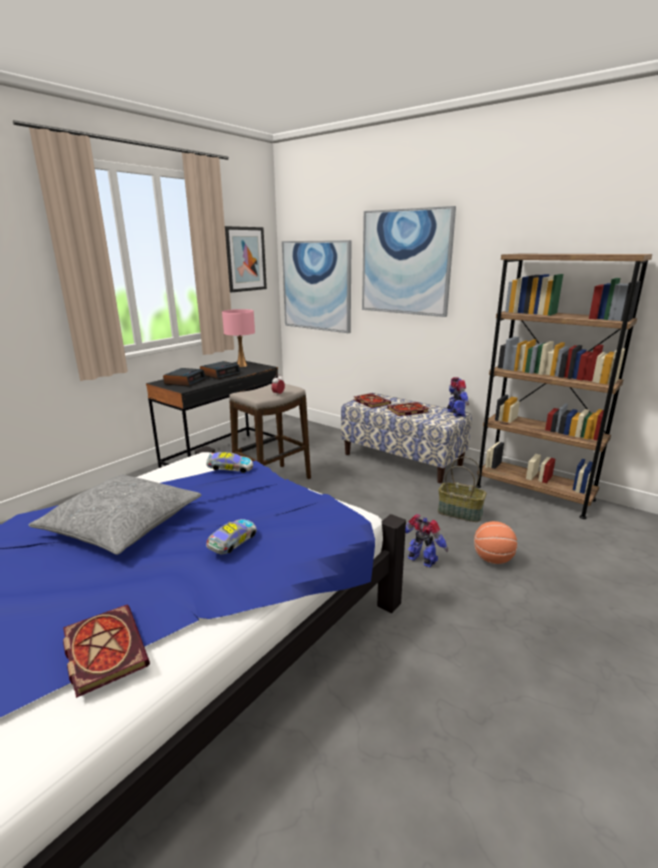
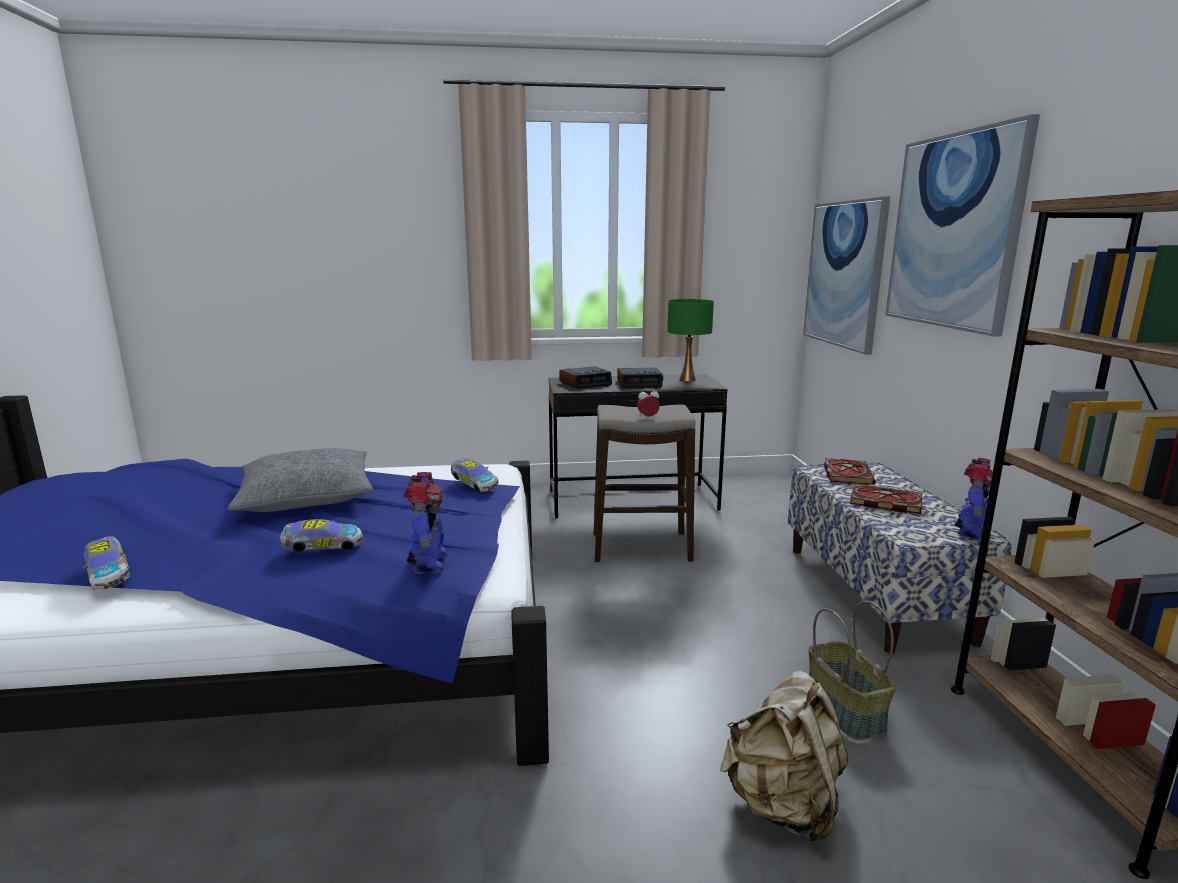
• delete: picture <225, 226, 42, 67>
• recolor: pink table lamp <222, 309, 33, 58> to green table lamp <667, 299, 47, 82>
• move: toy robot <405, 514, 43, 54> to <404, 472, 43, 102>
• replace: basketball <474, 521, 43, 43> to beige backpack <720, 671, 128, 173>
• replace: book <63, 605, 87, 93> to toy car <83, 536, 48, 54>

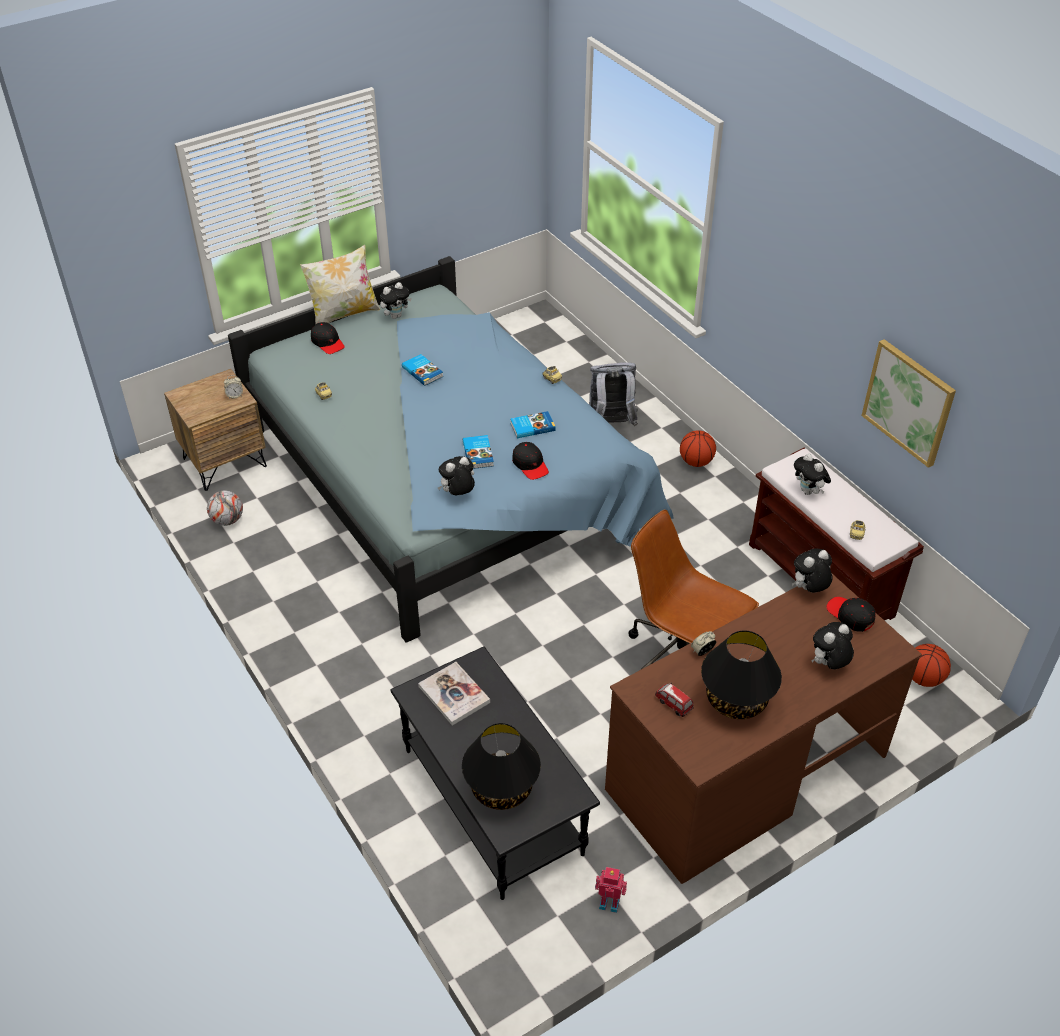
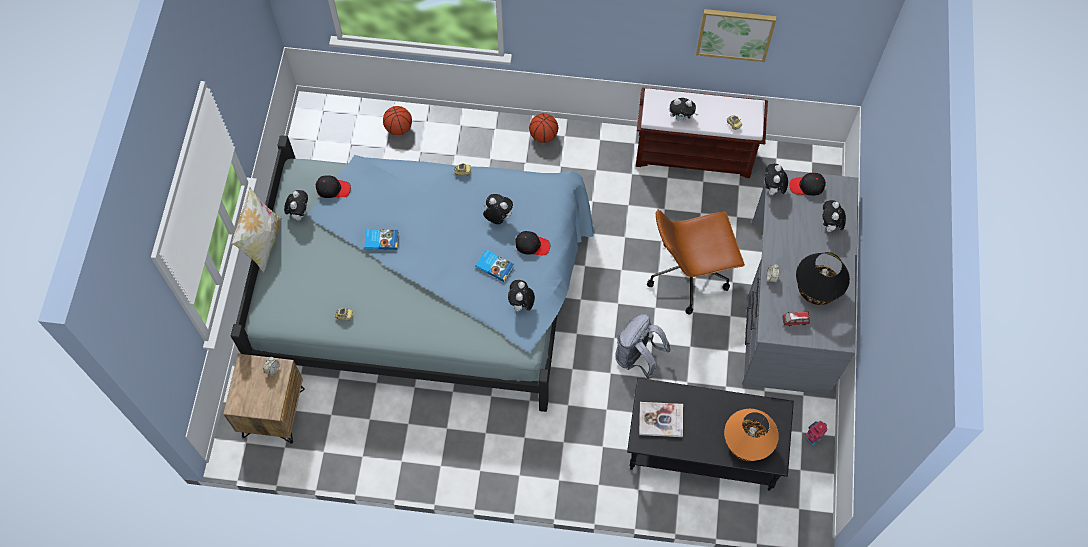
• move: black cap <311, 322, 34, 32> to <316, 175, 35, 23>
• move: grey backpack <589, 362, 49, 64> to <615, 314, 56, 65>
• replace: book <510, 411, 46, 27> to plush toy <483, 194, 30, 30>
• delete: football <207, 490, 36, 36>
• recolor: brown desk <605, 574, 317, 310> to grey desk <742, 170, 116, 225>
• move: basketball <912, 644, 39, 43> to <383, 106, 29, 29>
• recolor: black table lamp <462, 723, 79, 87> to orange table lamp <724, 409, 55, 52>

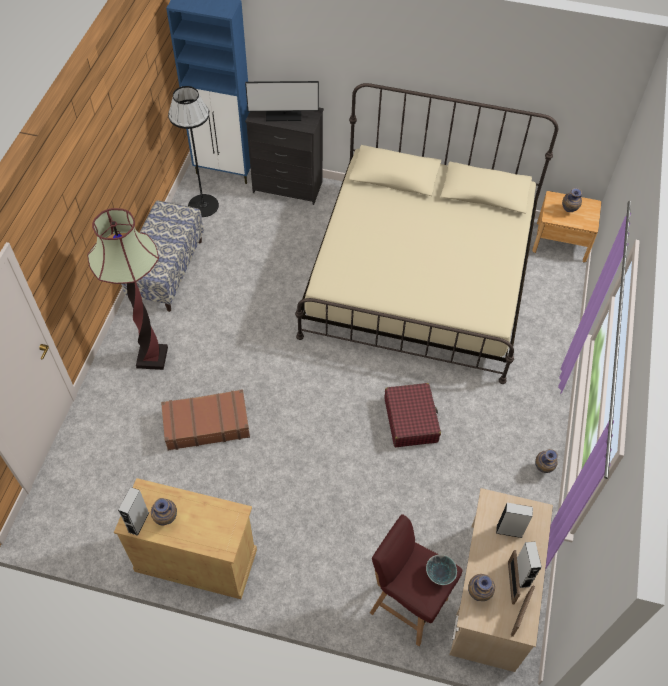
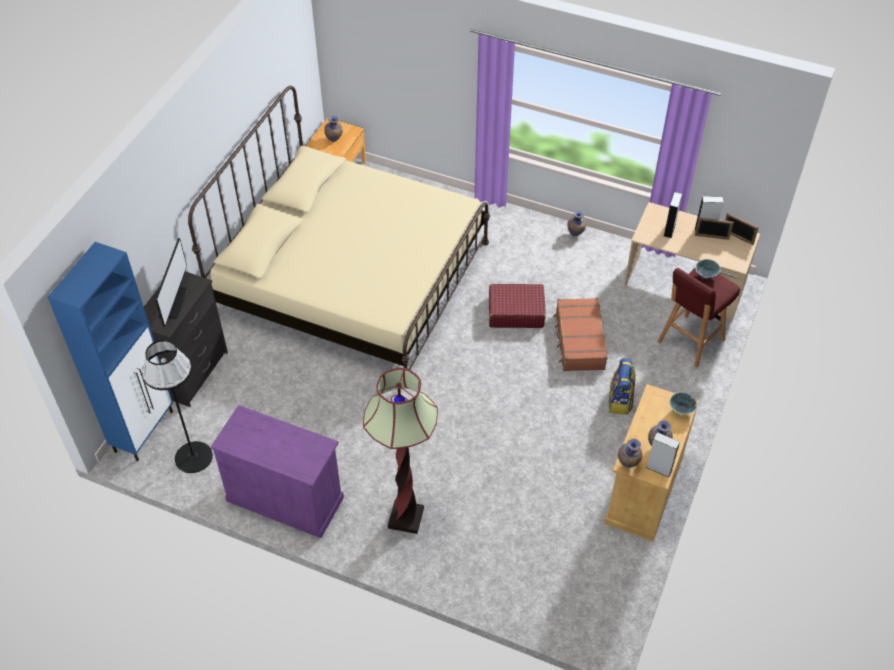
• replace: bench <121, 201, 83, 111> to purple cabinet <211, 405, 133, 133>
• move: brown suitcase <161, 389, 89, 62> to <553, 298, 55, 73>
• move: vase <468, 574, 27, 27> to <618, 439, 24, 29>
• insert: backpack <609, 358, 27, 57>
• insert: bowl <670, 392, 28, 22>

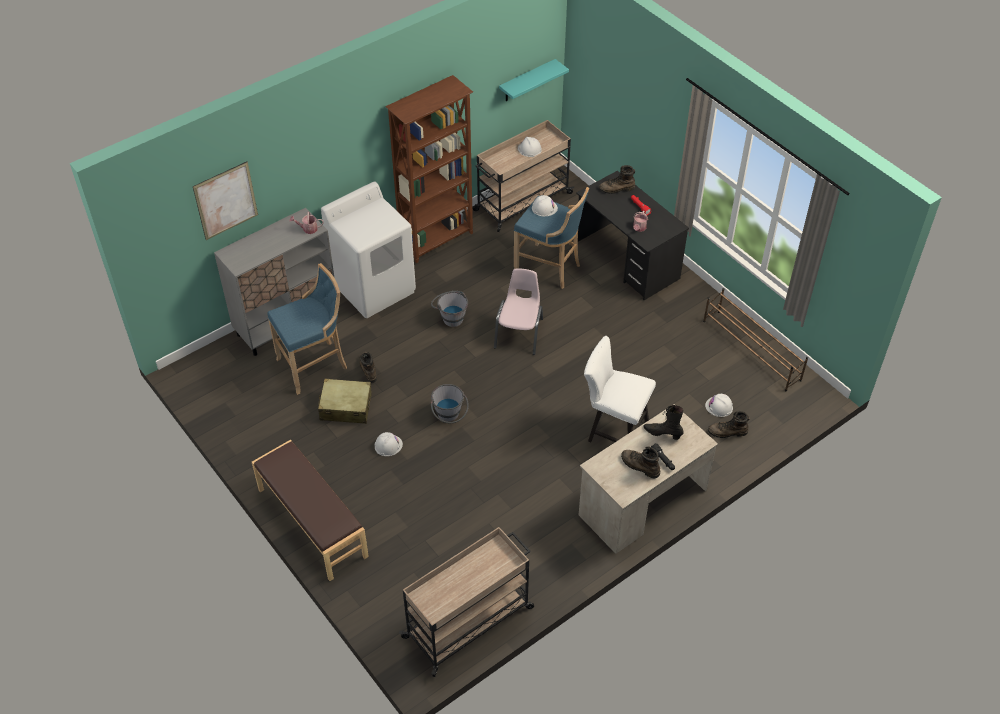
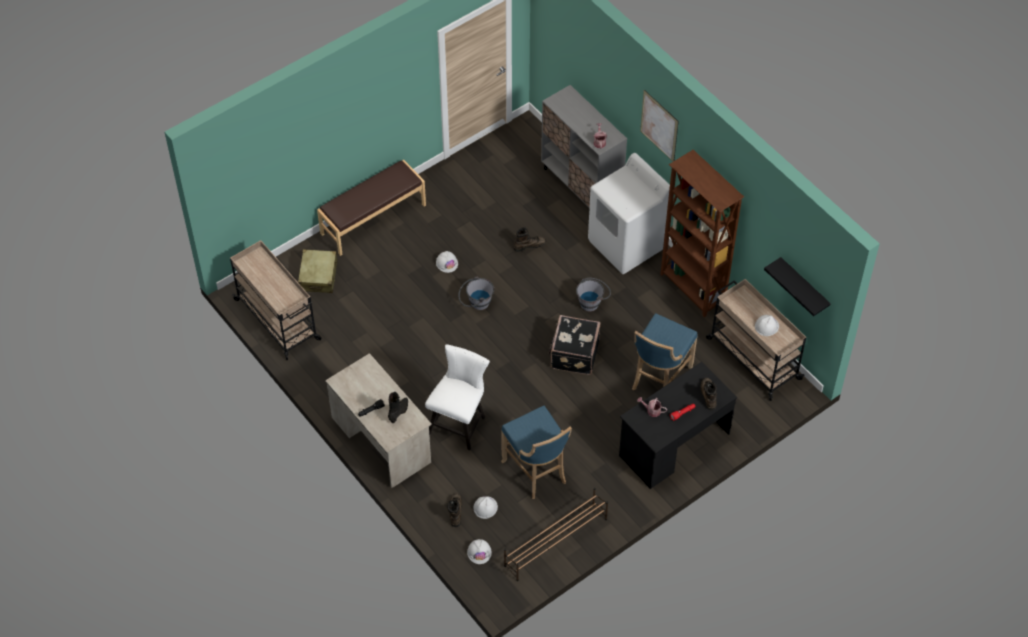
• recolor: turquoise shelf <499, 59, 70, 42> to black shelf <764, 257, 67, 59>
• move: picture <193, 161, 65, 79> to <640, 90, 39, 71>
• move: white hard hat <532, 195, 26, 21> to <467, 539, 25, 25>
• move: blue stool <267, 263, 80, 132> to <501, 406, 71, 93>
• replace: pink chair <494, 268, 49, 87> to black suitcase <549, 315, 51, 60>
• move: beige suitcase <318, 379, 54, 45> to <298, 249, 40, 44>
• delete: brown boot <621, 447, 39, 32>

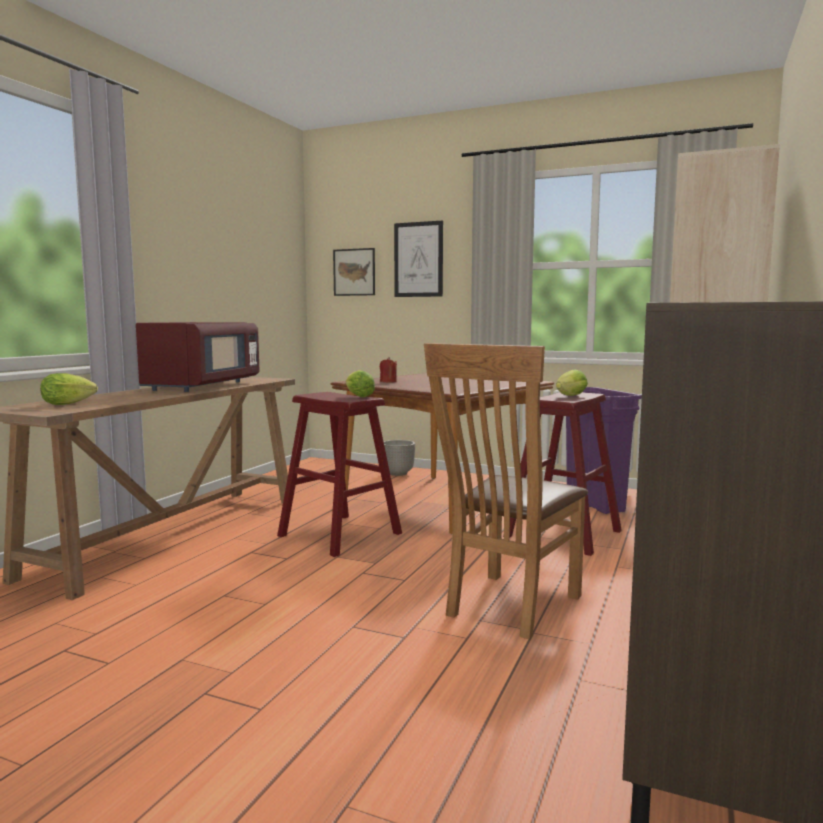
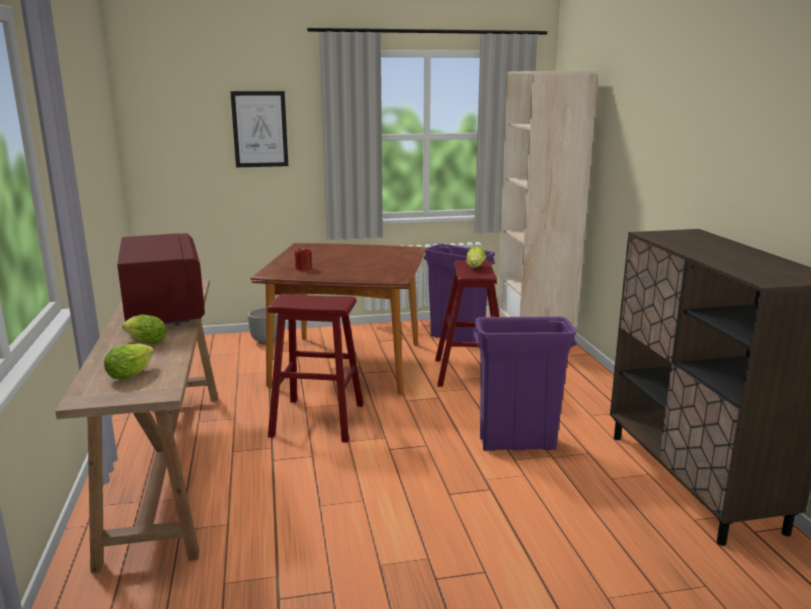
• delete: picture <333, 248, 42, 48>
• replace: brown chair <424, 343, 164, 296> to purple trash can <473, 316, 104, 135>
• move: lettuce <346, 370, 29, 28> to <122, 314, 45, 30>

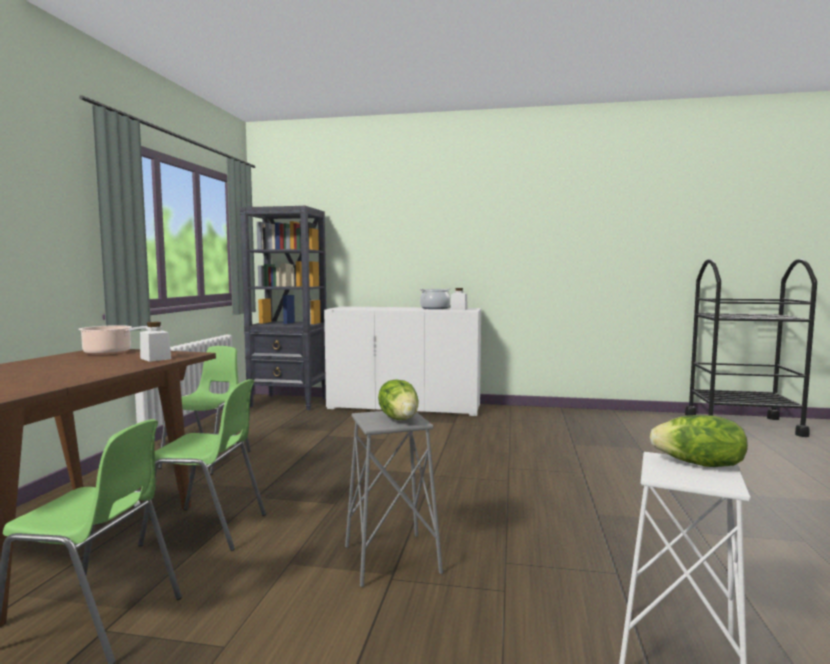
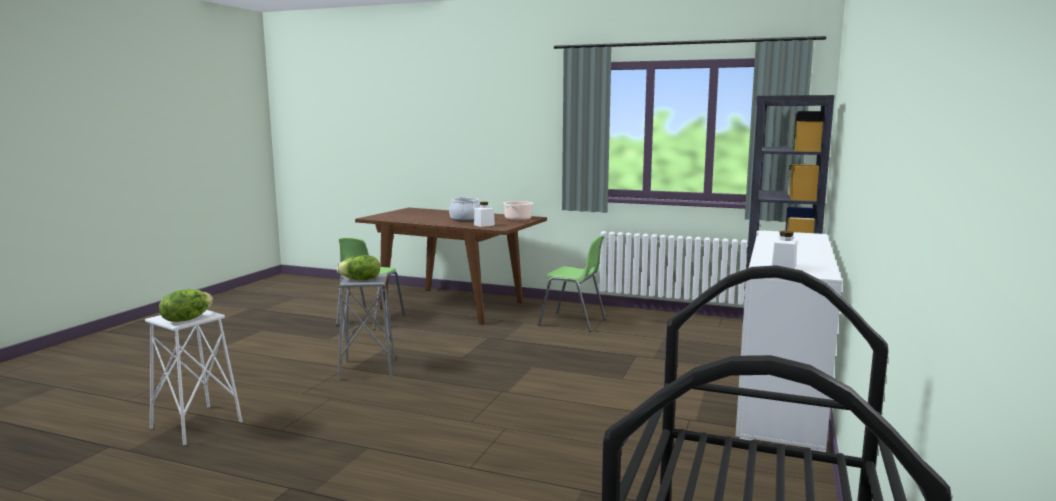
• move: cooking pot <419, 288, 31, 21> to <449, 197, 31, 24>
• delete: green chair <138, 379, 128, 172>

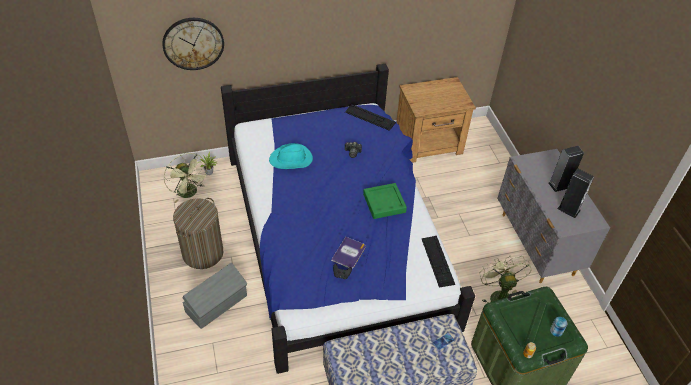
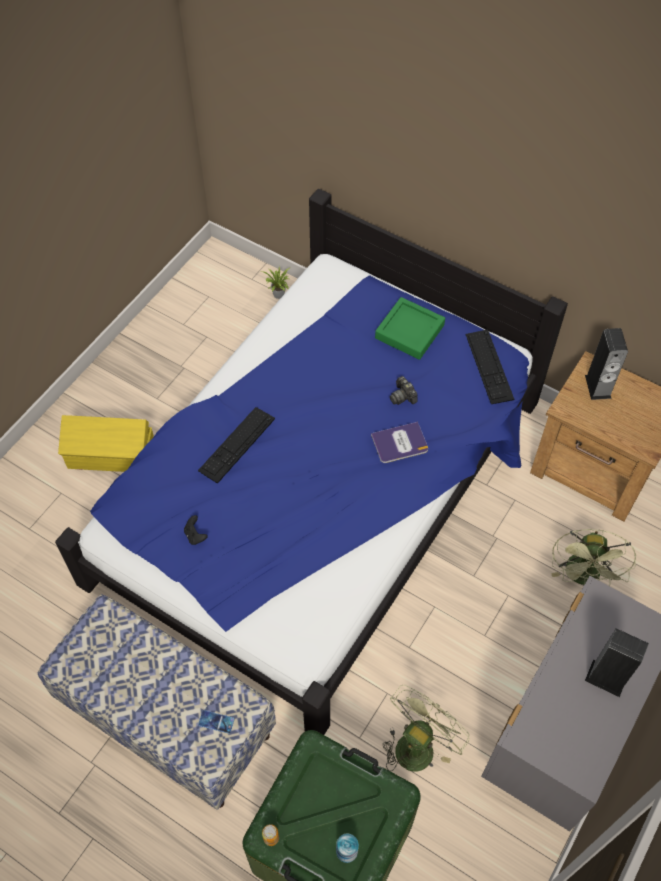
• delete: wall clock <162, 18, 62, 52>
• delete: turquoise hat <269, 143, 44, 26>
• move: green fan <164, 153, 46, 50> to <551, 529, 86, 57>
• move: speaker <557, 168, 37, 50> to <585, 328, 43, 72>
• move: green tray <363, 183, 44, 36> to <375, 297, 70, 63>
• delete: laundry basket <173, 198, 50, 71>
• move: keyboard <421, 236, 34, 51> to <198, 407, 77, 77>
• move: book <331, 237, 35, 32> to <371, 422, 57, 41>
• recolor: grey storage box <183, 263, 65, 66> to yellow storage box <58, 415, 96, 57>

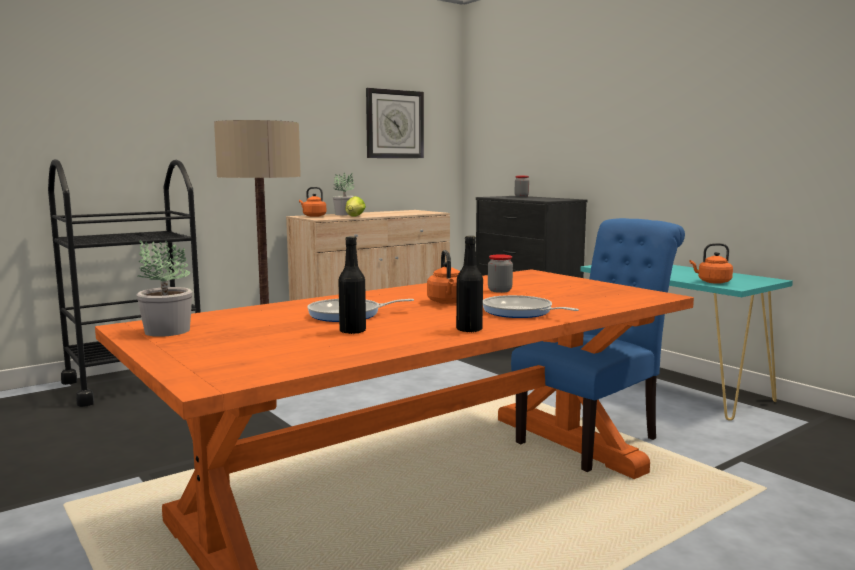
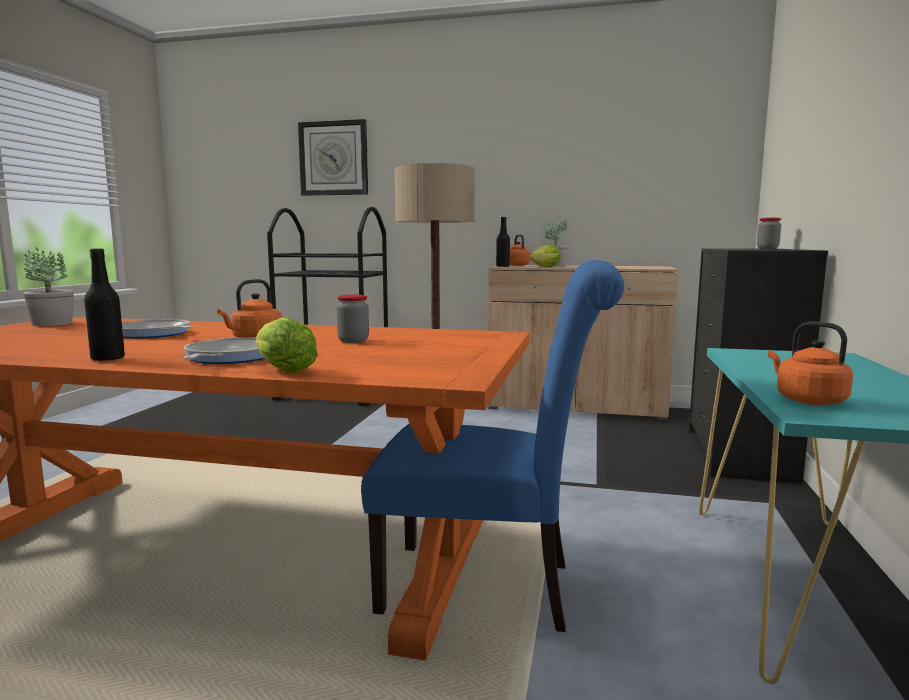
• move: wall clock <366, 88, 58, 70> to <298, 119, 70, 77>
• move: black bottle <338, 236, 28, 98> to <496, 217, 14, 50>
• insert: lettuce <256, 317, 62, 56>

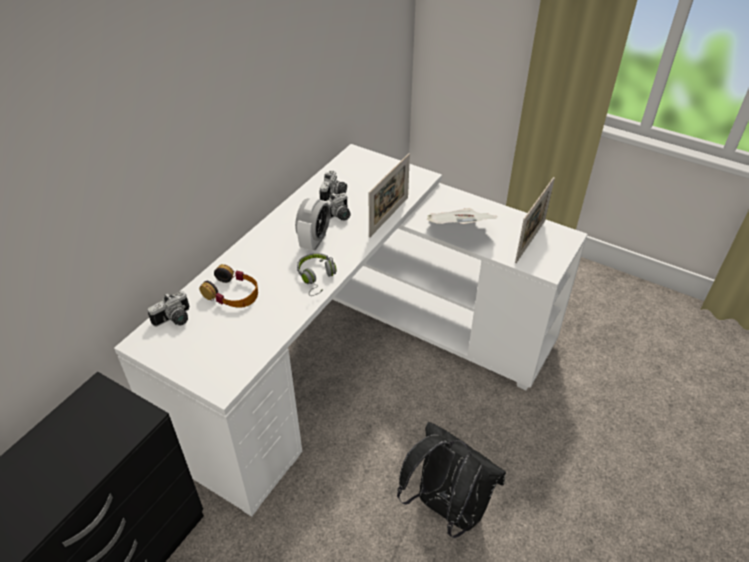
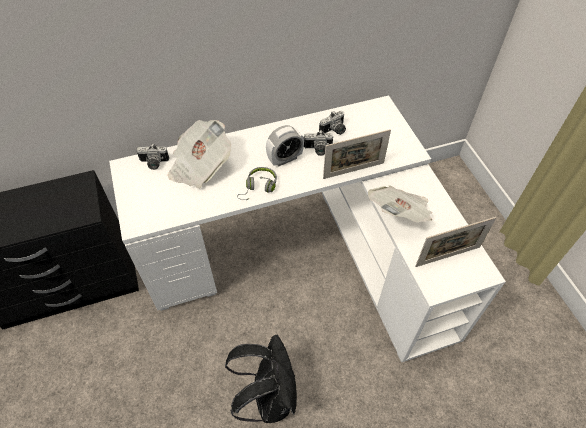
• replace: headphones <199, 264, 59, 44> to newspaper <168, 120, 63, 69>

